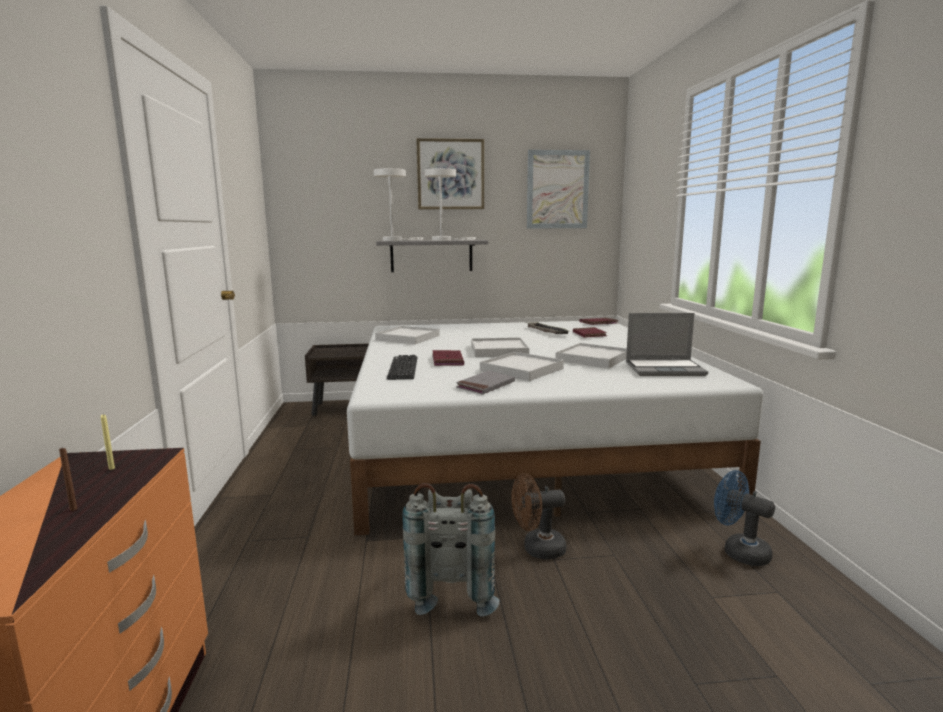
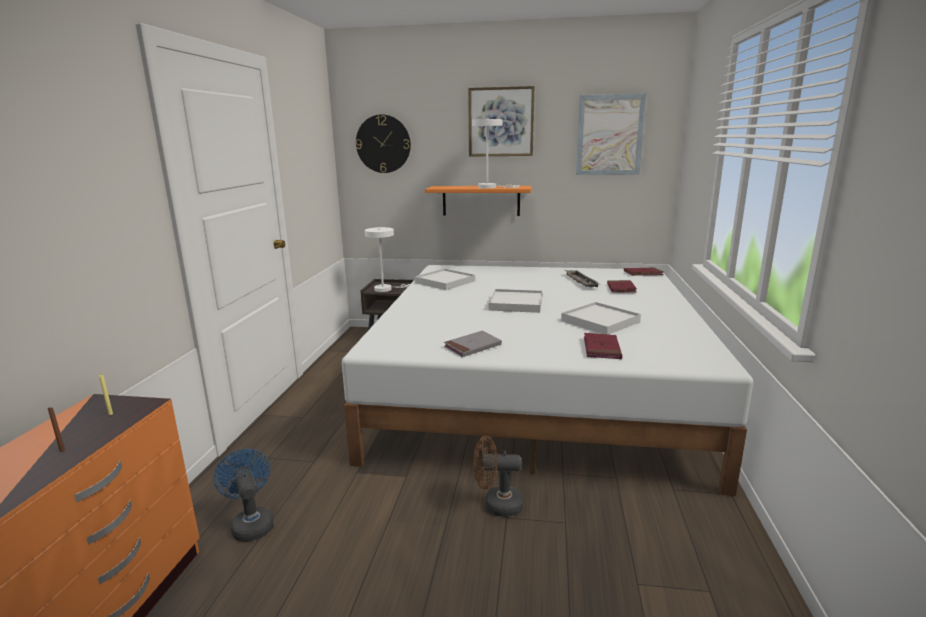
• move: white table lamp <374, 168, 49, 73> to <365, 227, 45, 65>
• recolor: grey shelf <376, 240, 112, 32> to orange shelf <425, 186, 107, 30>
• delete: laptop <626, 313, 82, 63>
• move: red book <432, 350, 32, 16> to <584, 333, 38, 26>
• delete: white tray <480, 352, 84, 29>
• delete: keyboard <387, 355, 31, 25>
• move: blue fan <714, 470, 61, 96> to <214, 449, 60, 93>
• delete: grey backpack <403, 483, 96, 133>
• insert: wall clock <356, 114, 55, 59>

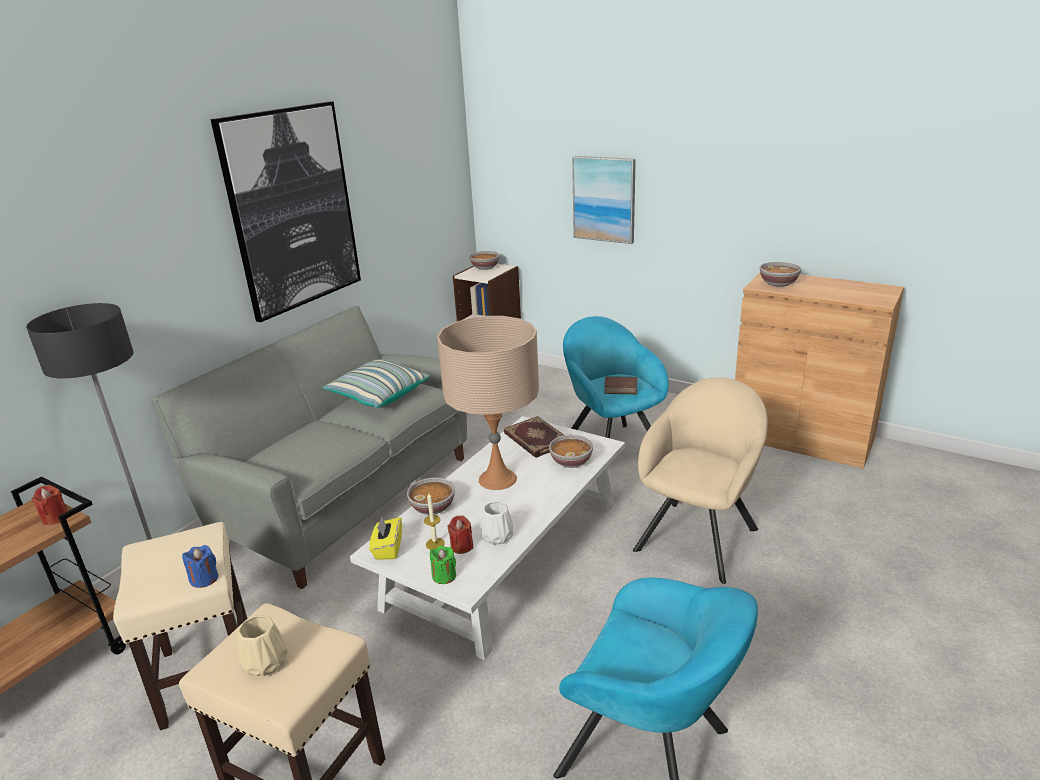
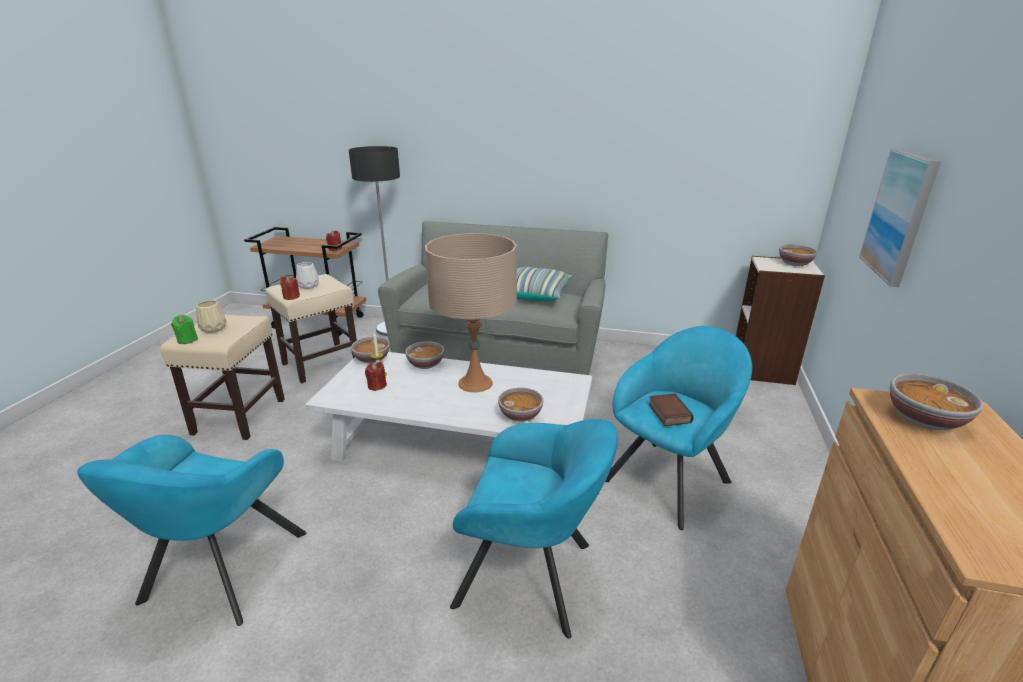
• delete: picture <210, 102, 151, 220>
• recolor: beige armchair <633, 377, 135, 207> to turquoise armchair <450, 419, 168, 219>
• delete: book <504, 416, 60, 42>
• move: white vase <480, 501, 33, 44> to <296, 262, 23, 27>
• replace: yellow tissue box <369, 516, 33, 44> to bowl <351, 337, 39, 27>
• recolor: blue candle <182, 545, 37, 43> to red candle <280, 276, 20, 24>
• move: green candle <430, 546, 26, 38> to <171, 315, 27, 29>

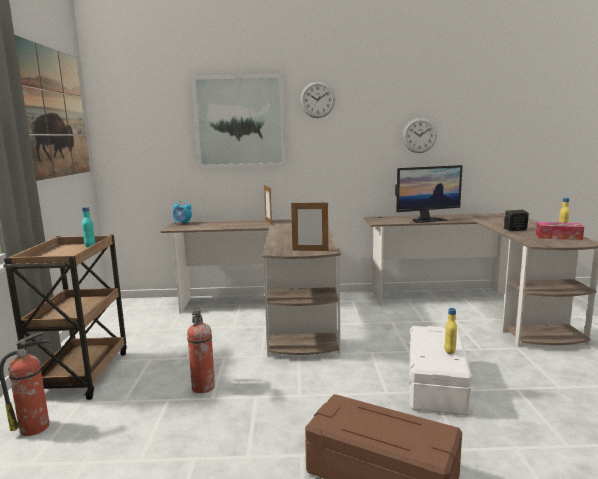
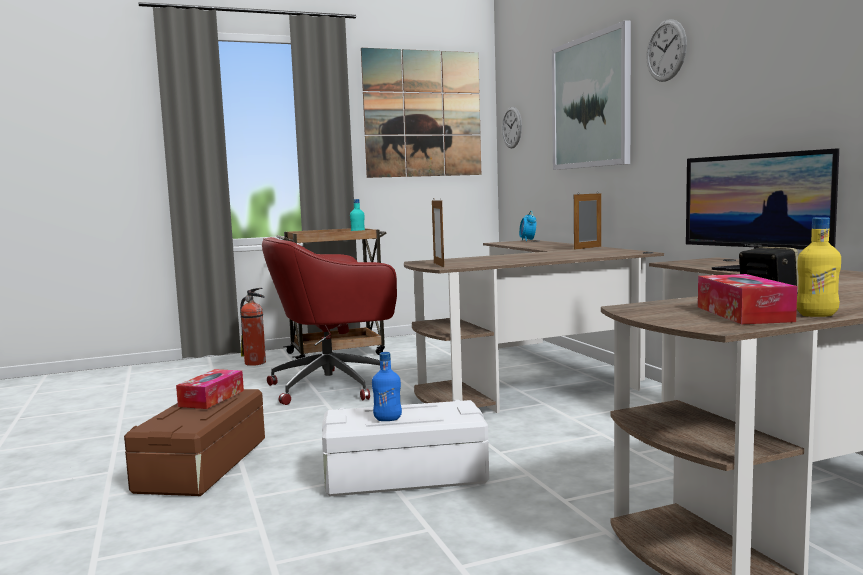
• move: wall clock <403, 118, 34, 35> to <502, 107, 20, 42>
• recolor: yellow bottle <444, 308, 13, 46> to blue bottle <372, 352, 30, 69>
• replace: fire extinguisher <187, 310, 28, 83> to red office chair <262, 237, 135, 168>
• insert: tissue box <176, 369, 68, 40>

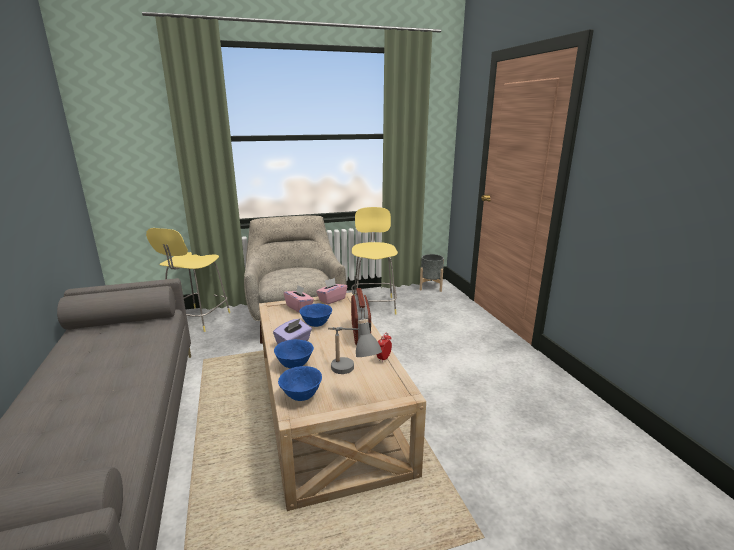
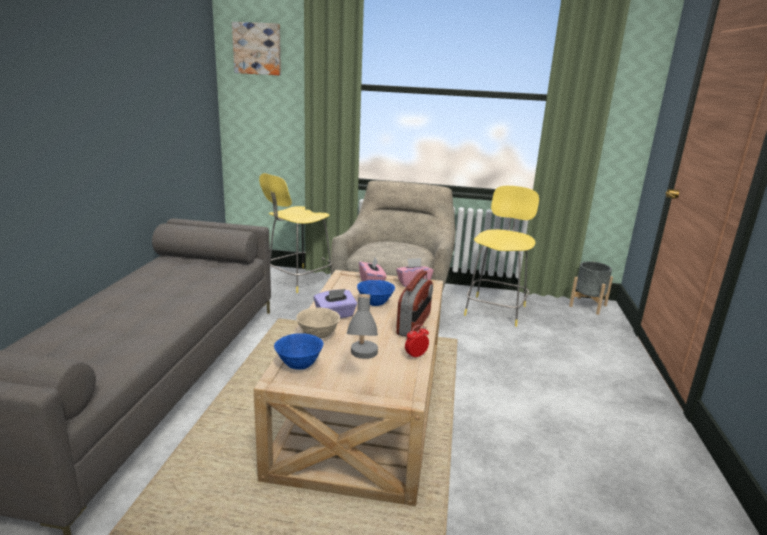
• recolor: blue bowl <274, 339, 40, 30> to beige bowl <296, 307, 44, 32>
• insert: picture <232, 22, 49, 53>

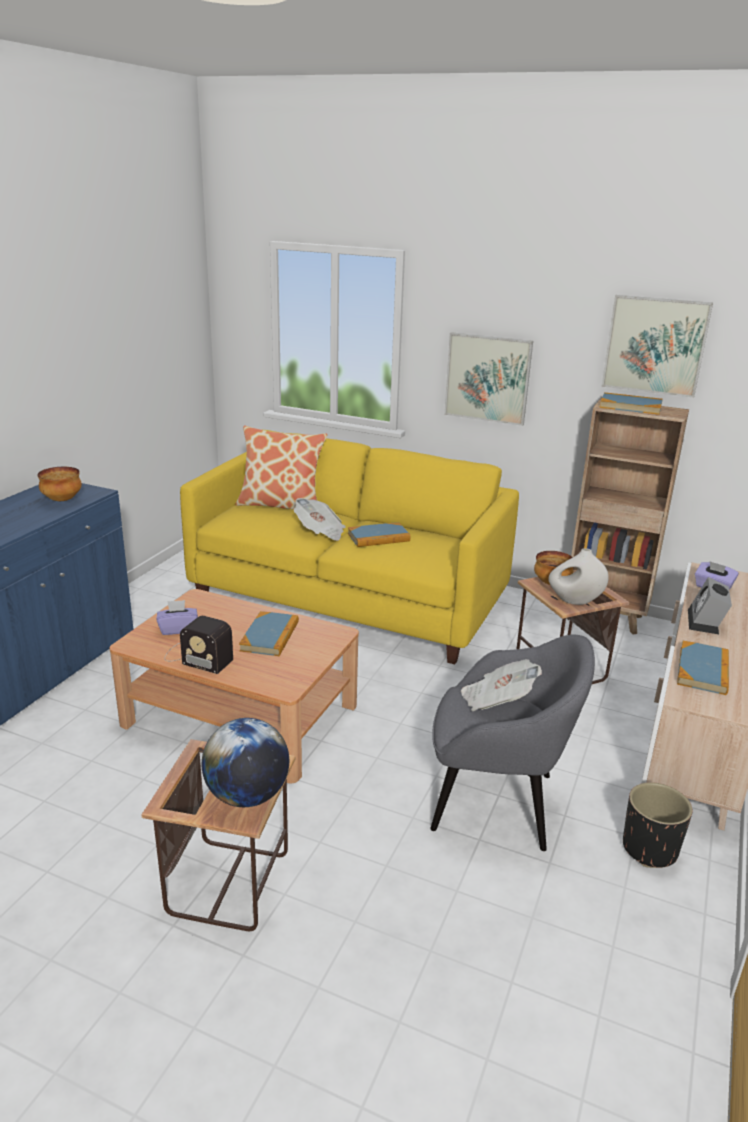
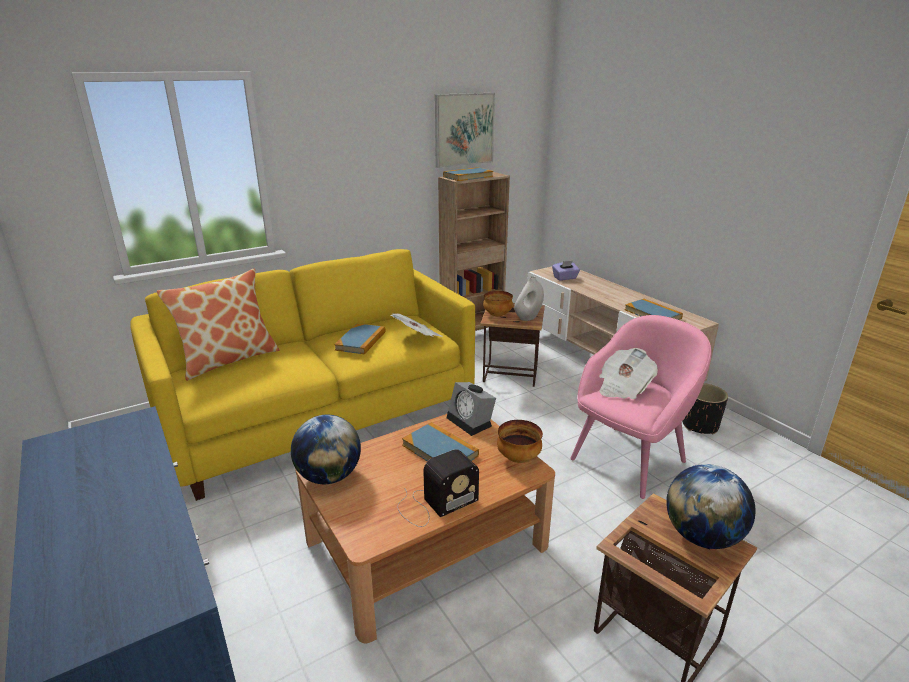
• delete: picture <444, 332, 89, 94>
• move: bowl <37, 467, 45, 34> to <497, 420, 46, 43>
• move: newspaper <294, 498, 52, 43> to <390, 313, 53, 24>
• move: alarm clock <688, 577, 44, 57> to <447, 382, 49, 54>
• delete: purple tissue box <156, 600, 42, 35>
• recolor: grey armchair <430, 634, 165, 217> to pink armchair <570, 315, 142, 184>
• insert: globe <291, 415, 70, 69>

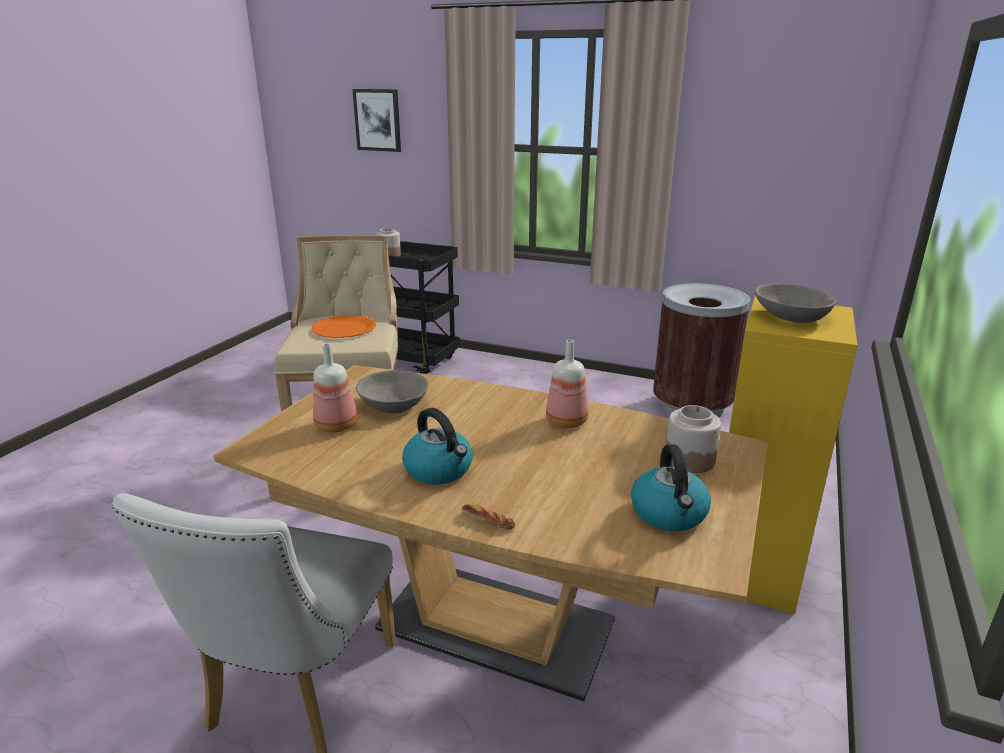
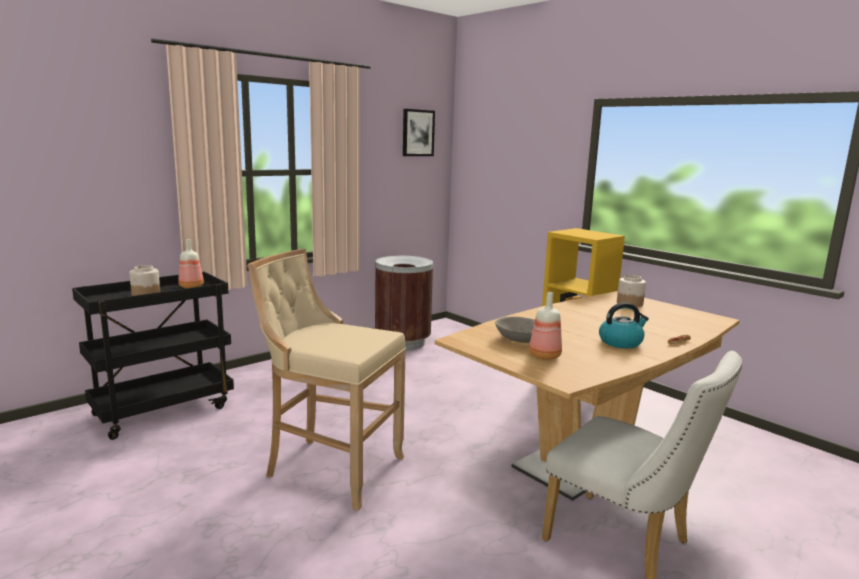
• move: picture <352, 89, 49, 63> to <403, 109, 32, 47>
• delete: grey bowl <754, 284, 83, 39>
• delete: orange plate <312, 315, 64, 23>
• move: bottle <546, 340, 42, 88> to <178, 239, 26, 49>
• delete: kettle <631, 444, 80, 87>

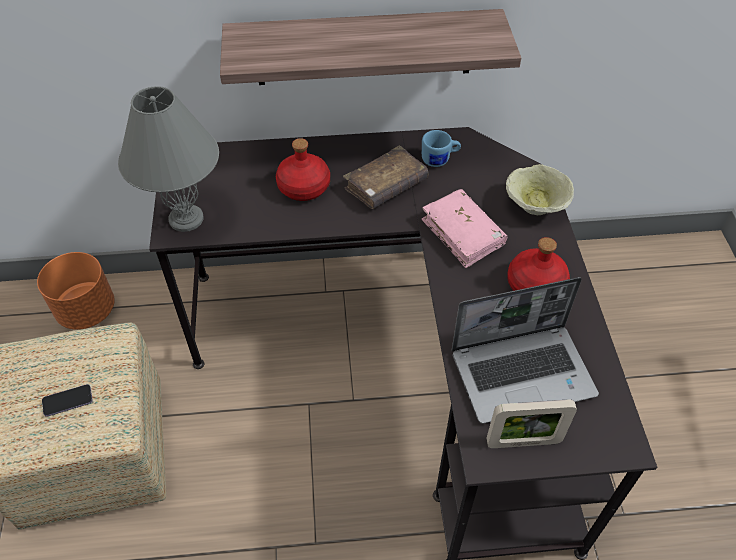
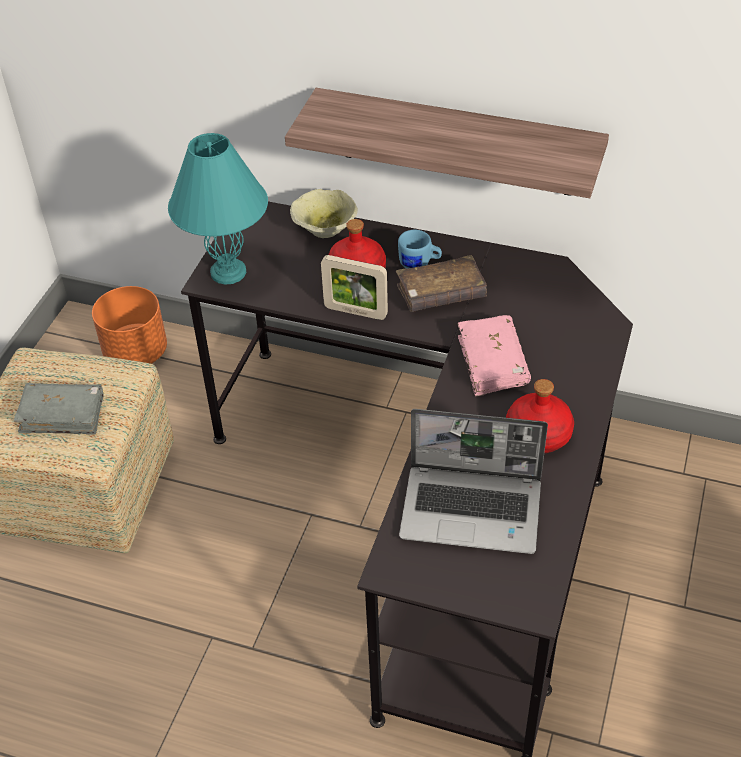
• recolor: grey table lamp <118, 86, 101, 146> to turquoise table lamp <168, 133, 100, 152>
• move: blue mug <422, 130, 39, 37> to <398, 230, 44, 38>
• move: beige bowl <506, 164, 68, 51> to <290, 189, 68, 49>
• replace: phone <42, 384, 51, 33> to grey book <14, 383, 90, 52>
• move: picture frame <486, 399, 91, 49> to <321, 255, 67, 65>

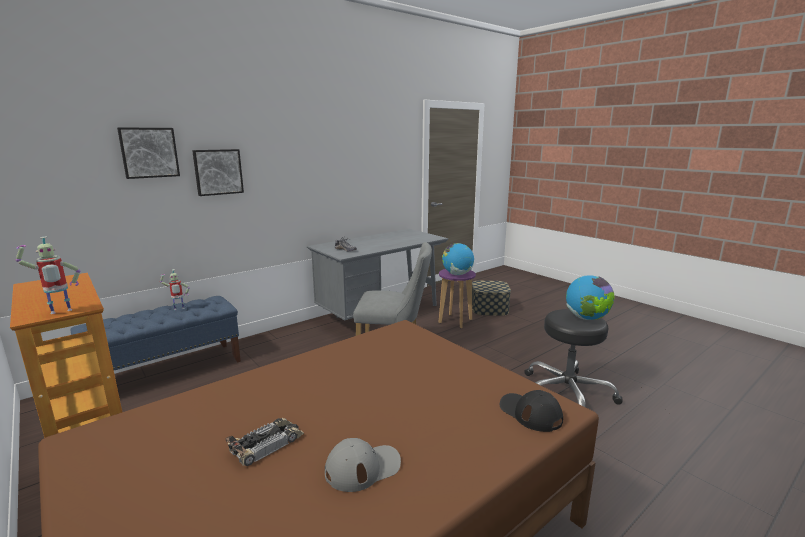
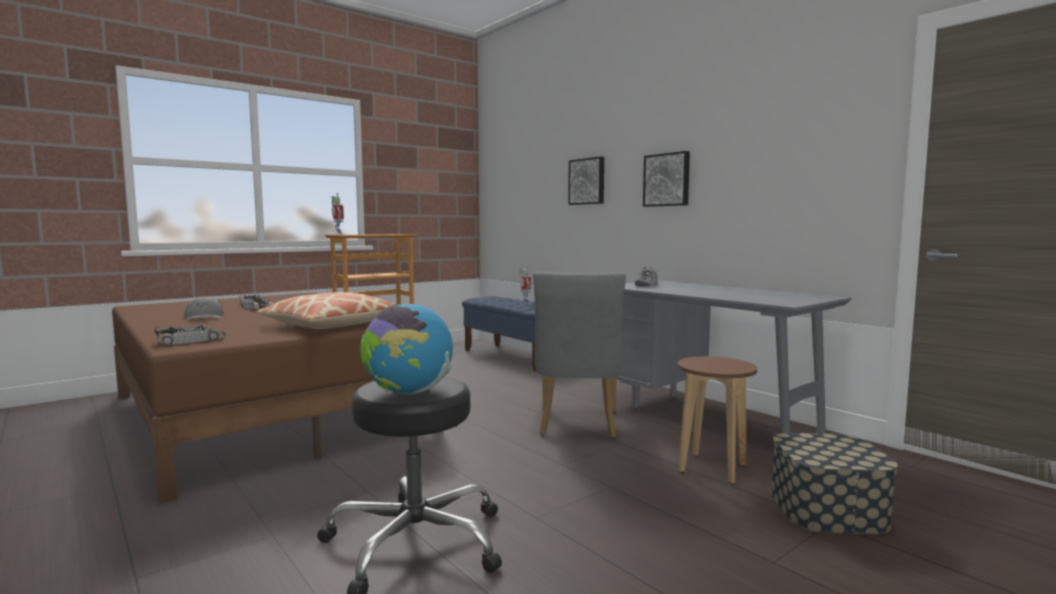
• move: picture <117, 127, 63, 52> to <643, 151, 47, 56>
• delete: globe <442, 243, 32, 32>
• recolor: purple stool <439, 269, 37, 59> to brown stool <677, 356, 80, 128>
• replace: black cap <500, 390, 63, 42> to toy car <154, 325, 73, 21>
• insert: pillow <256, 292, 139, 37>

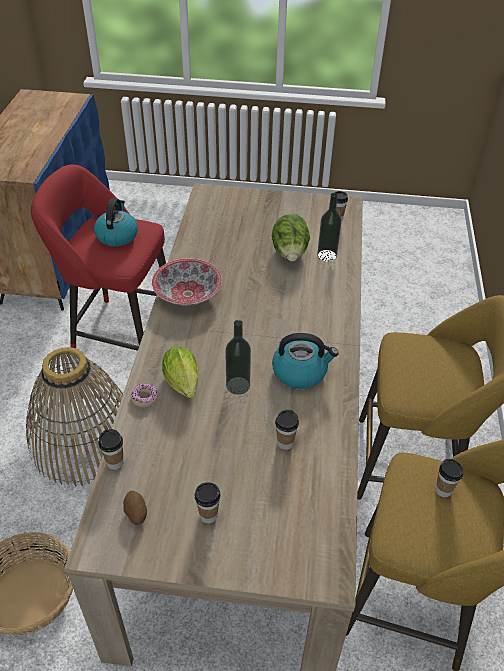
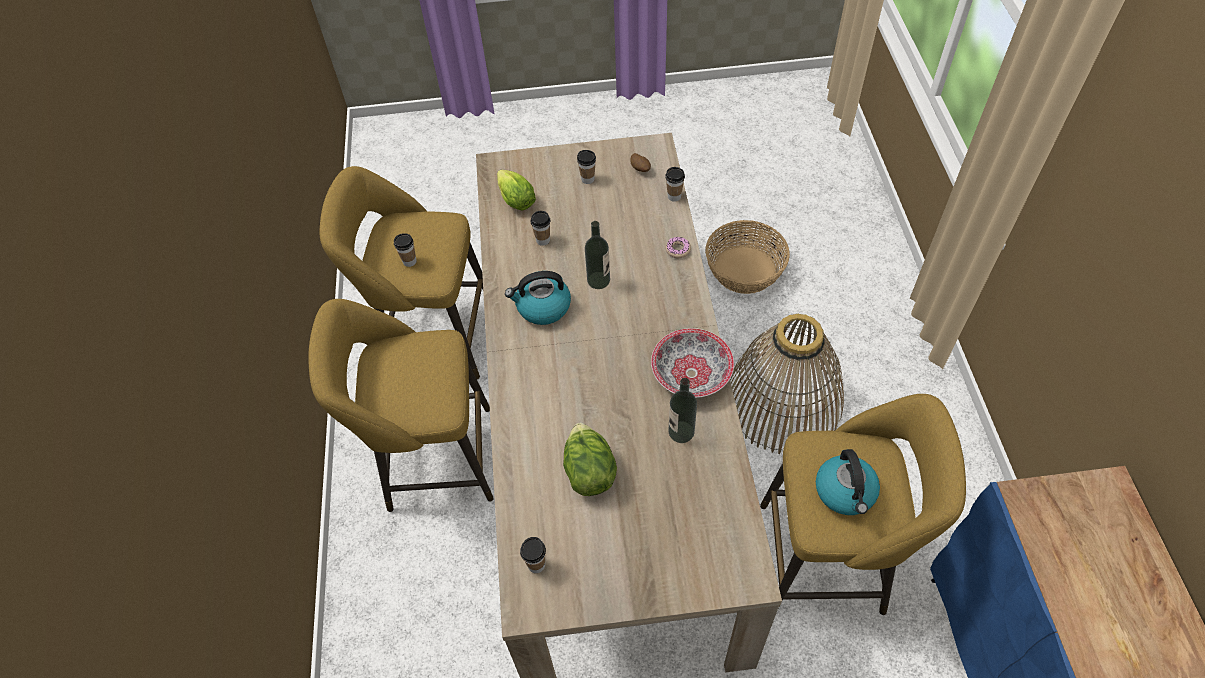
• recolor: red stool <31, 165, 135, 186> to yellow stool <760, 394, 206, 221>
• move: bottle <317, 193, 25, 69> to <669, 378, 28, 65>
• move: lettuce <162, 346, 36, 52> to <497, 169, 39, 41>

